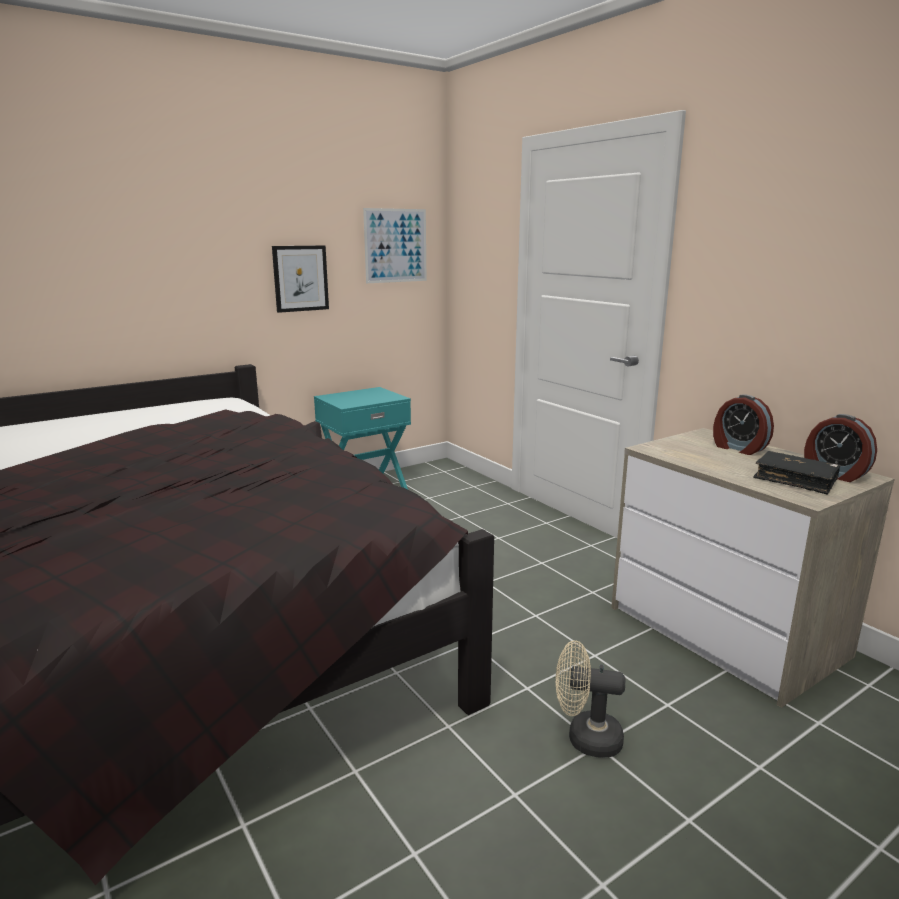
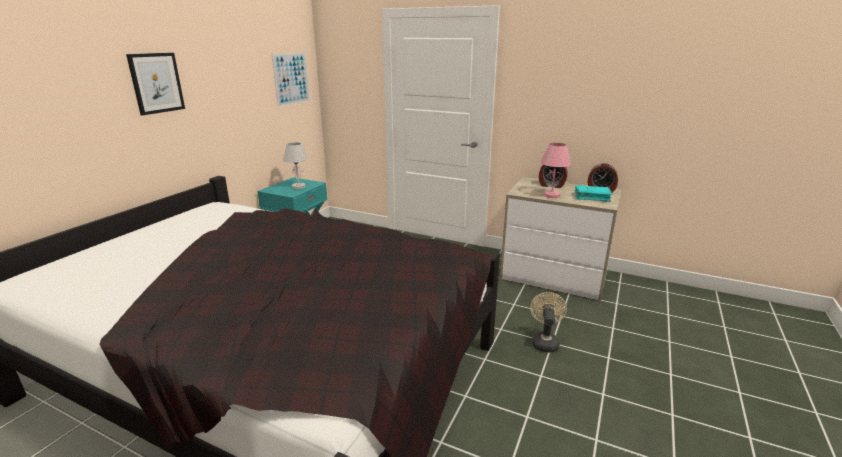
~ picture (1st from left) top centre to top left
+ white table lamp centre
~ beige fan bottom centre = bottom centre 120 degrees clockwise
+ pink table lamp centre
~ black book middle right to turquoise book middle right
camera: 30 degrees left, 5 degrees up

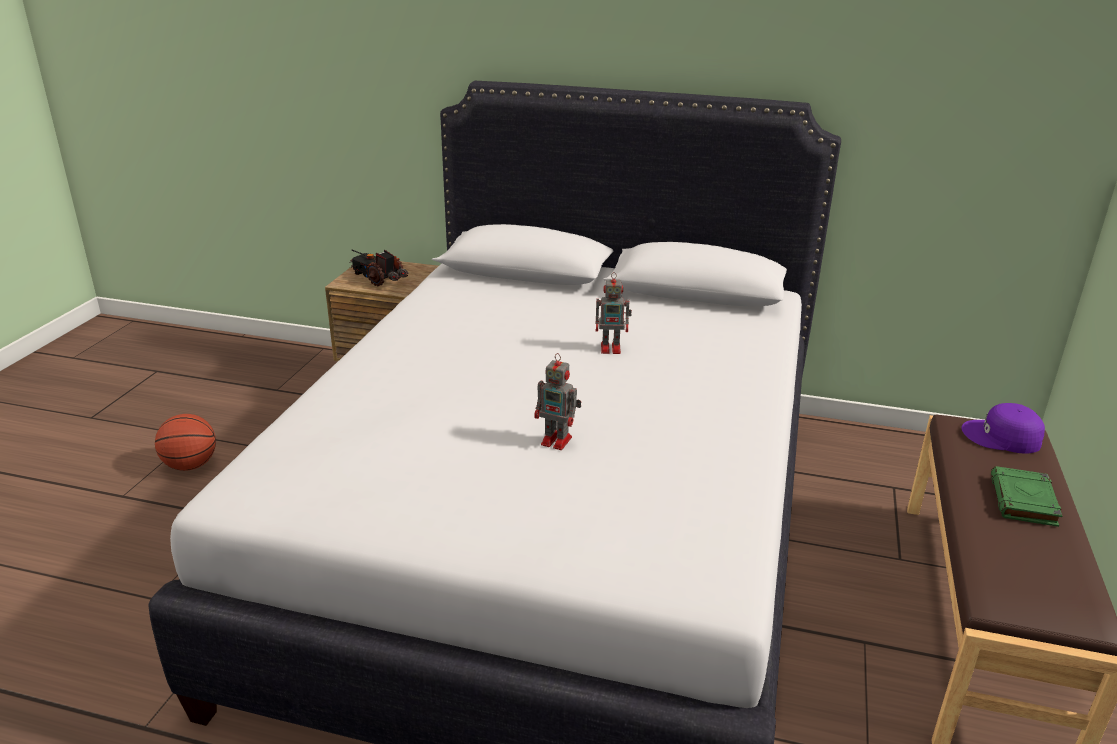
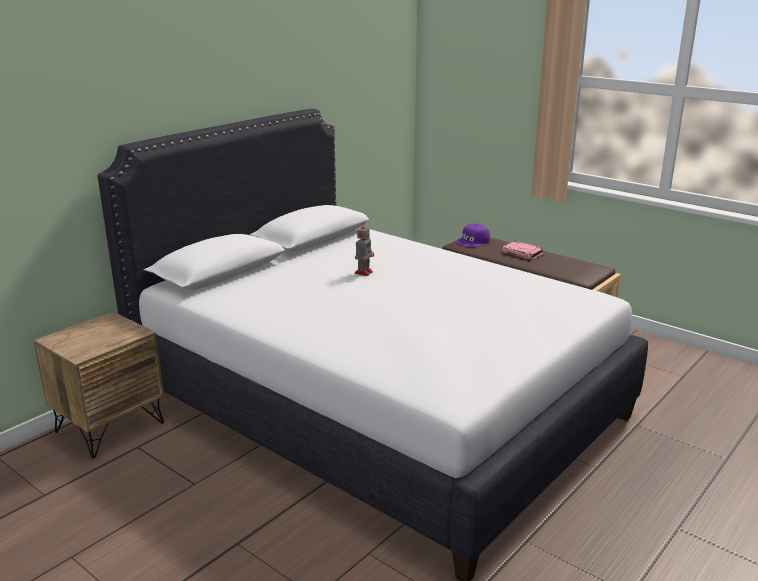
~ green book bottom right to pink book middle right
- basketball middle left
- toy truck centre
- toy robot (1st from left) centre
camera: 65 degrees left, 5 degrees down

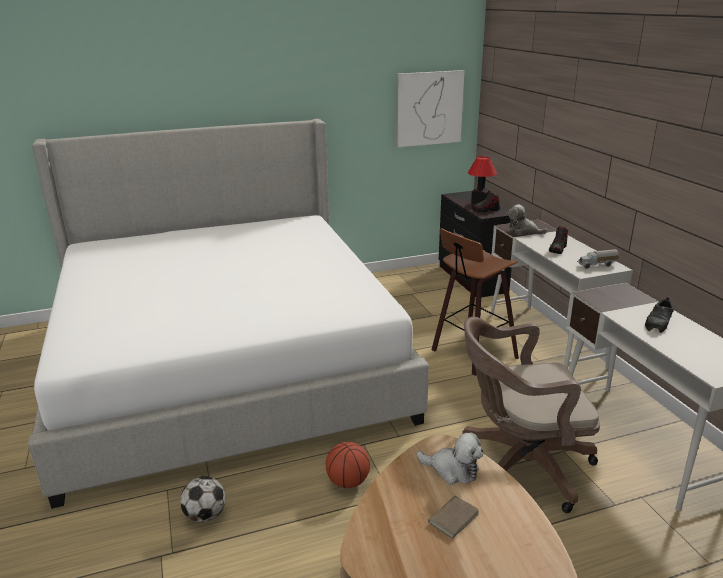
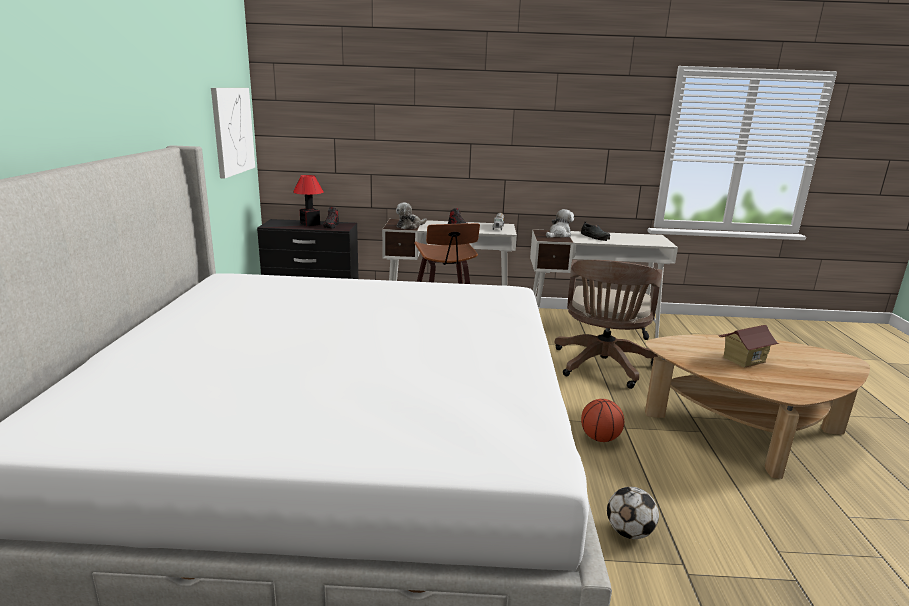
~ plush toy (1st from left in the first image) bottom centre to plush toy (2nd from left) centre
~ brown book bottom centre to toy house middle right
camera: 70 degrees left, 5 degrees down

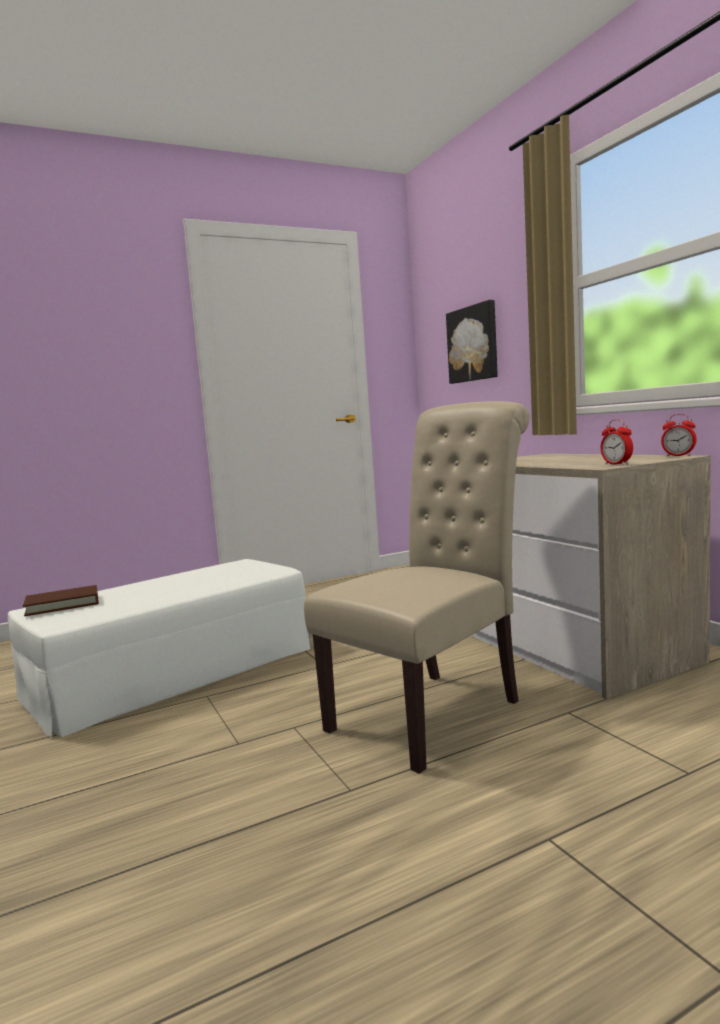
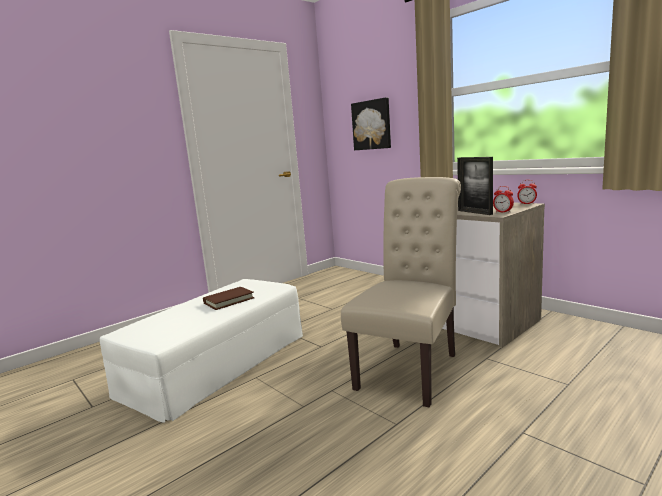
~ brown book middle left to centre
+ picture frame middle right
camera: 15 degrees left, 5 degrees up

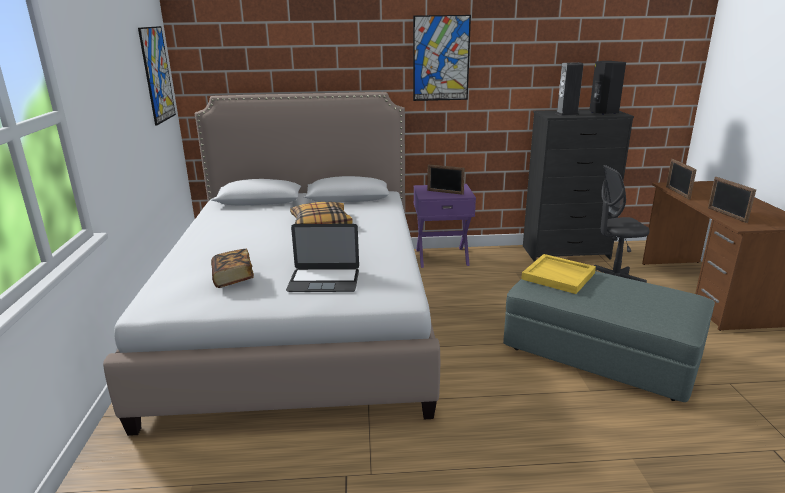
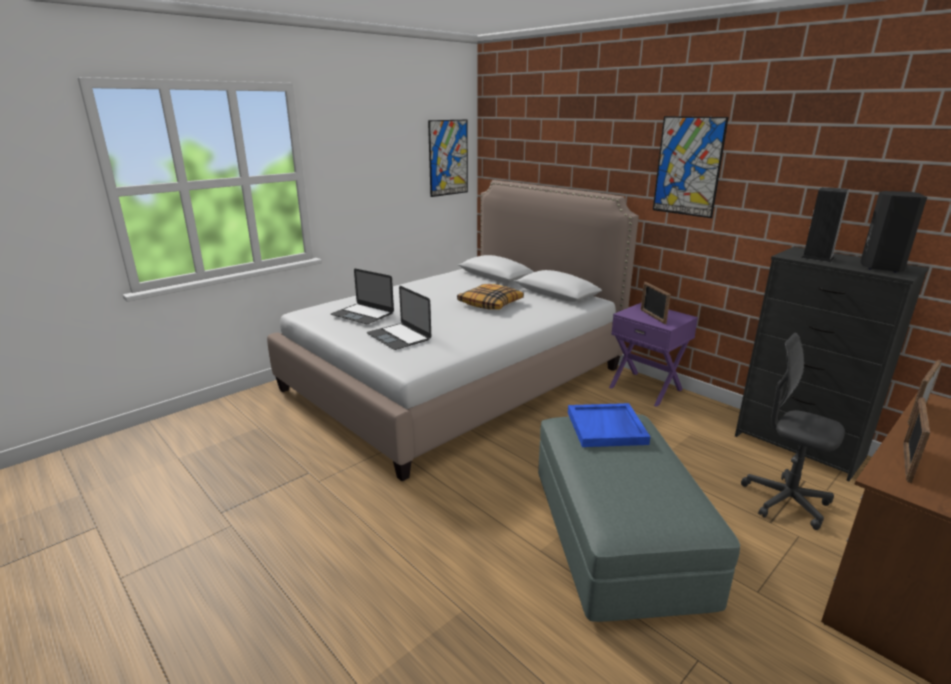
~ book middle left to laptop (1st from left) centre
~ yellow tray middle right to blue tray centre
camera: 50 degrees right, 0 degrees up

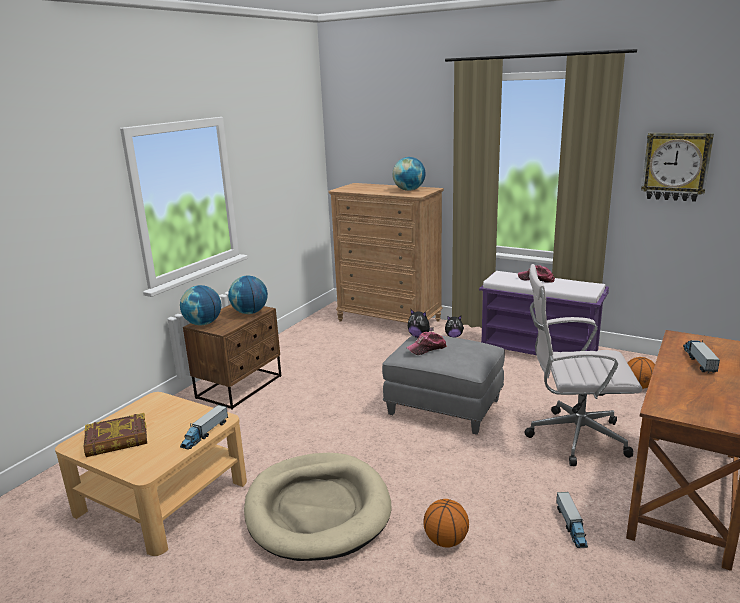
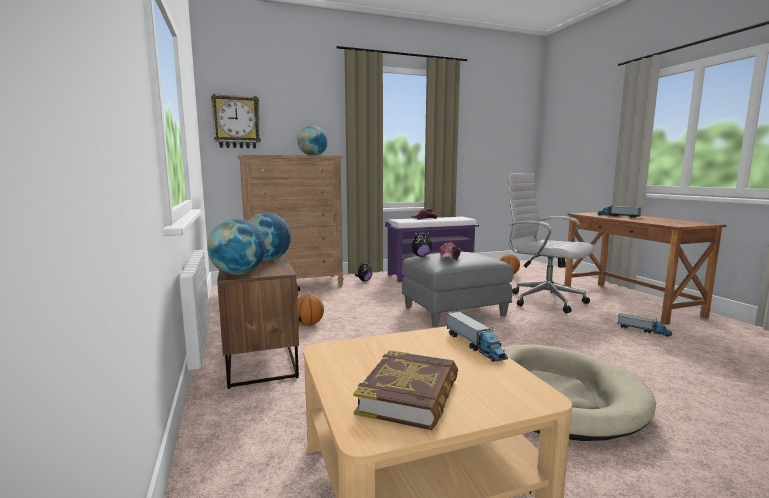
~ wall clock top right to top left
~ basketball (1st from left) bottom centre to centre
~ white office chair middle right = middle right 90 degrees clockwise
camera: 50 degrees left, 10 degrees down

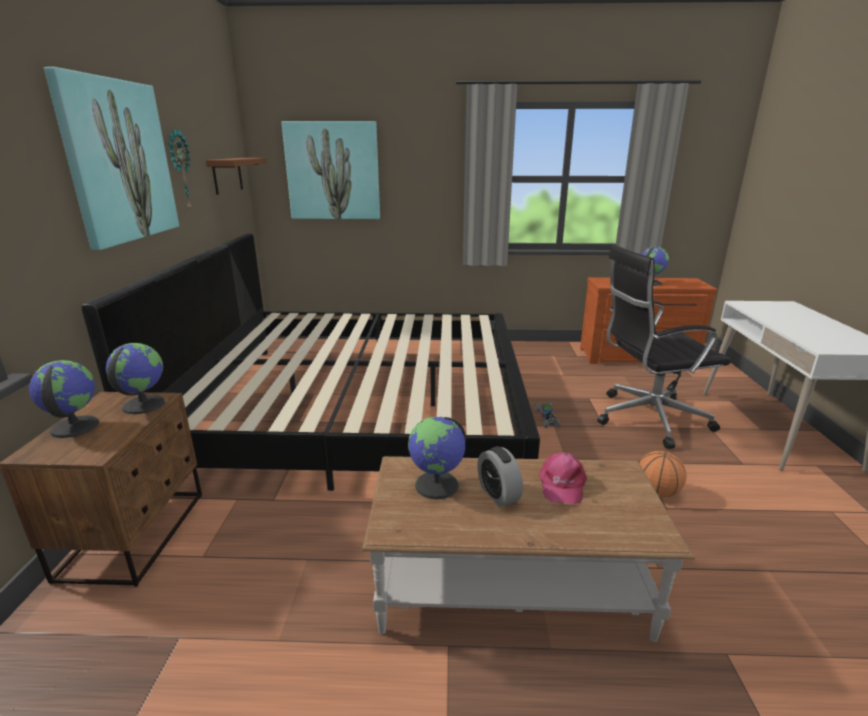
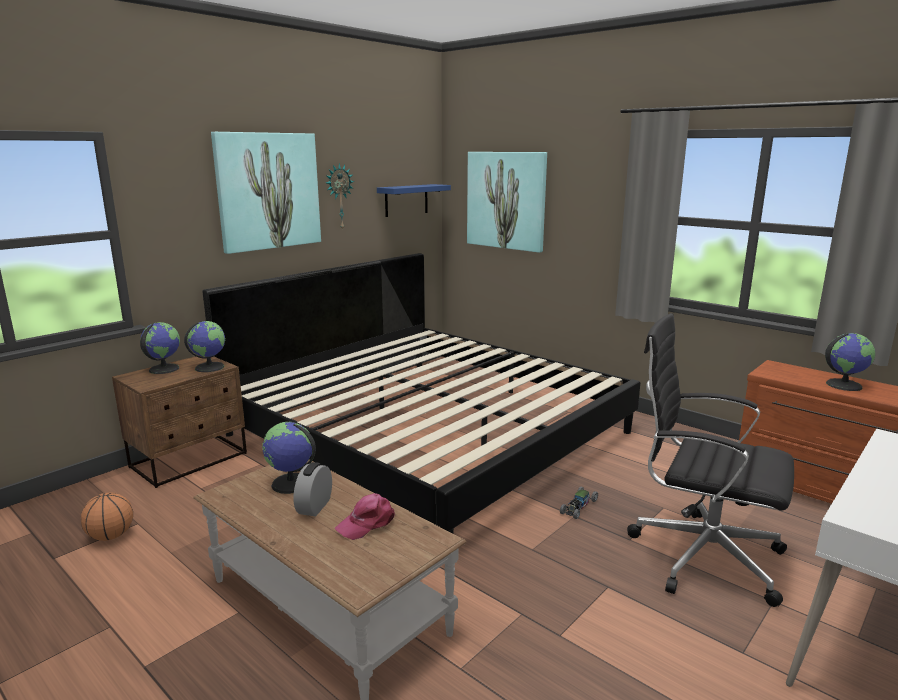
~ basketball middle right to bottom left
~ brown shelf top left to blue shelf top centre
camera: 40 degrees right, 5 degrees down

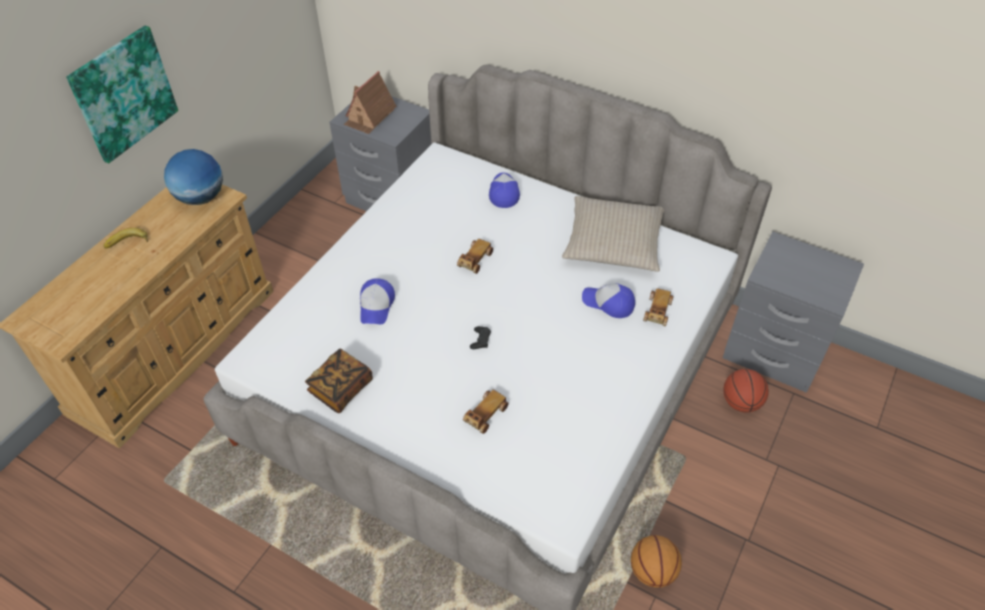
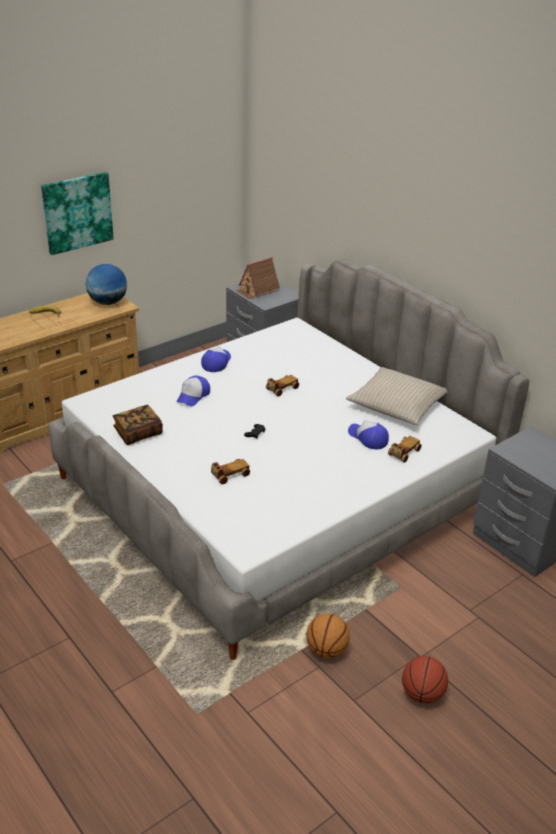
~ cap (2nd from left) top centre to centre
~ basketball (2nd from left) middle right to bottom right
camera: 20 degrees right, 15 degrees down

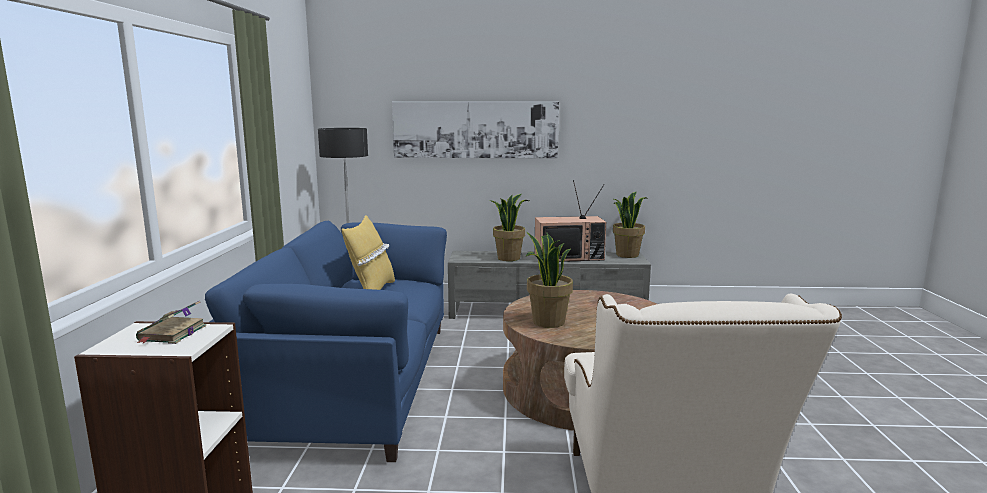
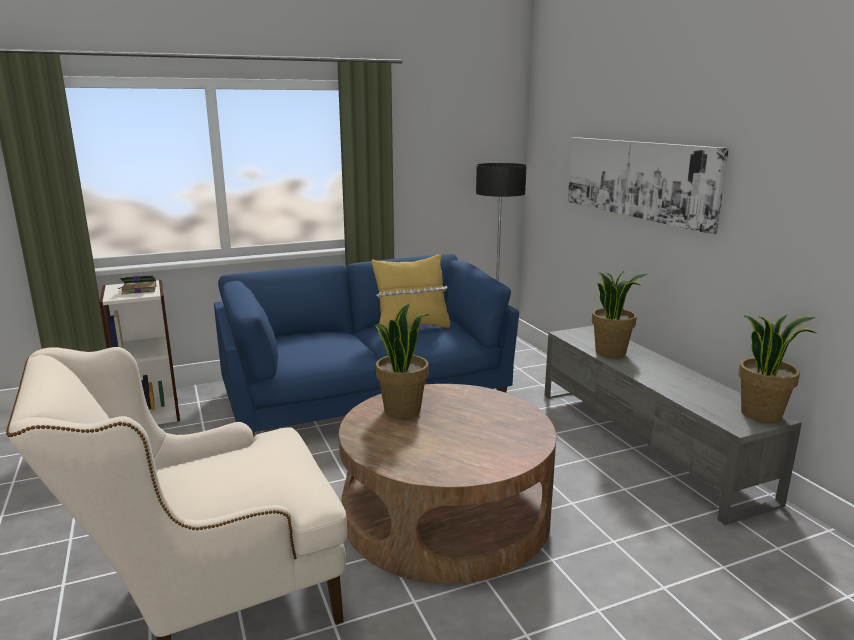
- television centre
camera: 65 degrees right, 5 degrees up

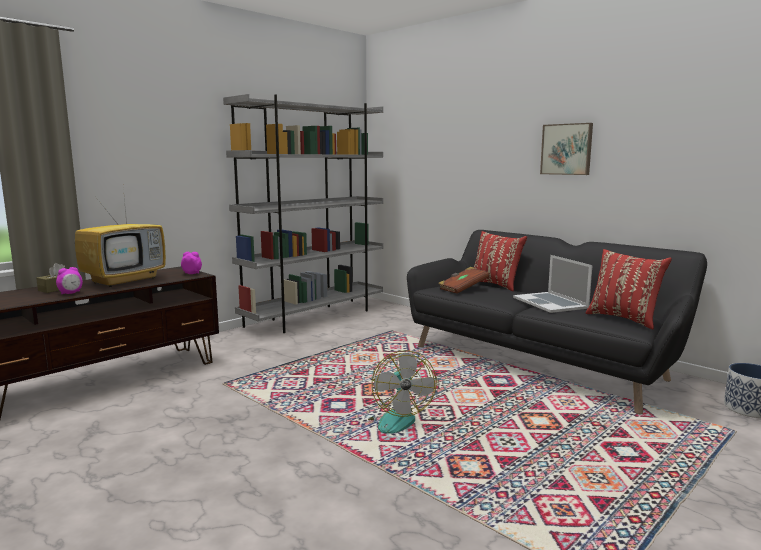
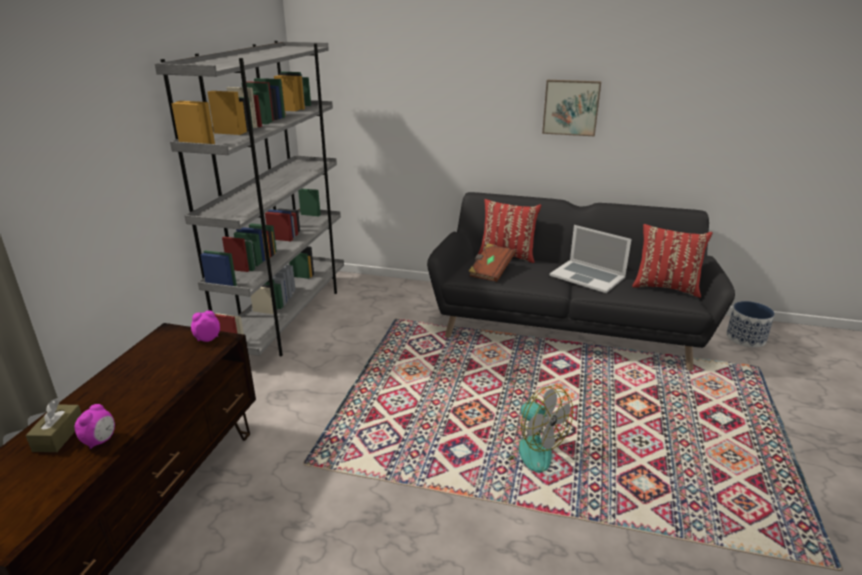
- television middle left
camera: 30 degrees left, 15 degrees up

